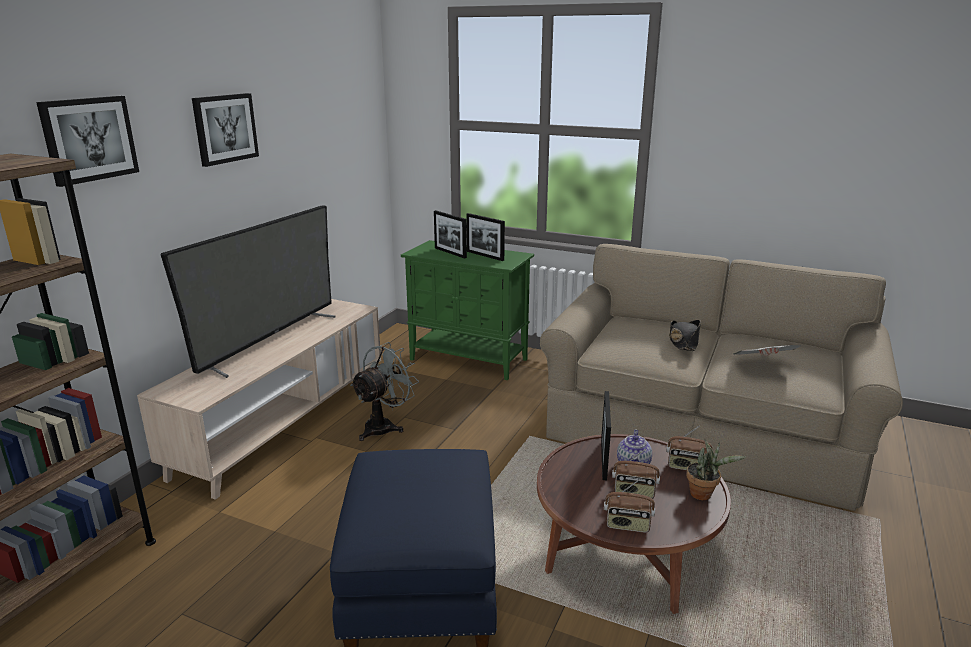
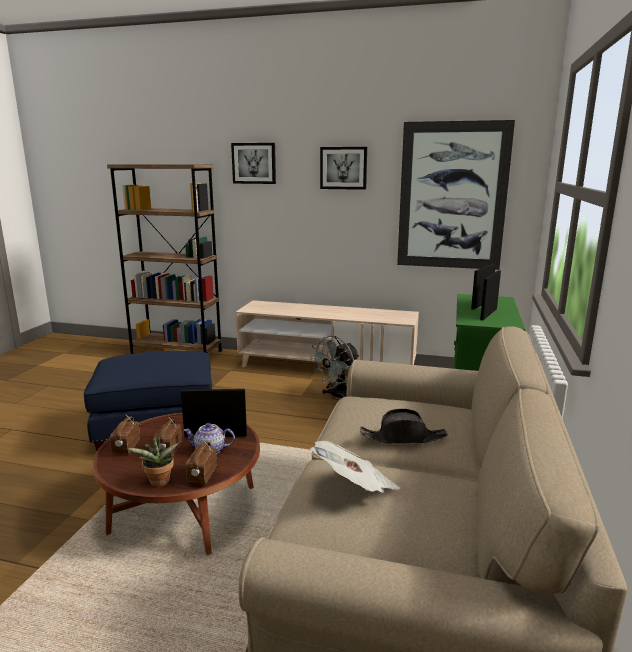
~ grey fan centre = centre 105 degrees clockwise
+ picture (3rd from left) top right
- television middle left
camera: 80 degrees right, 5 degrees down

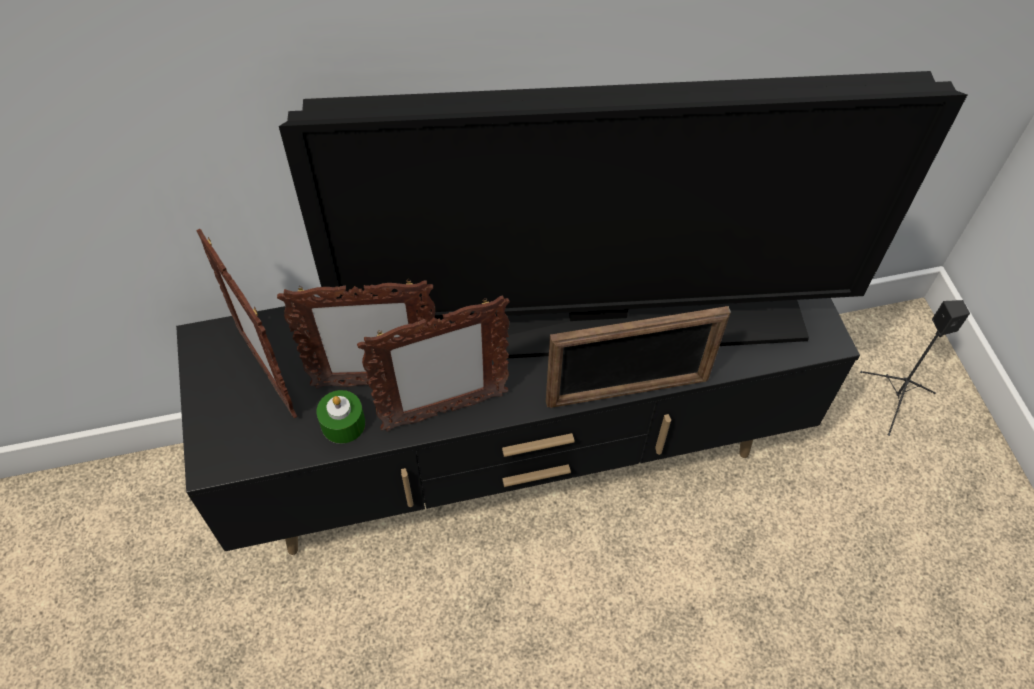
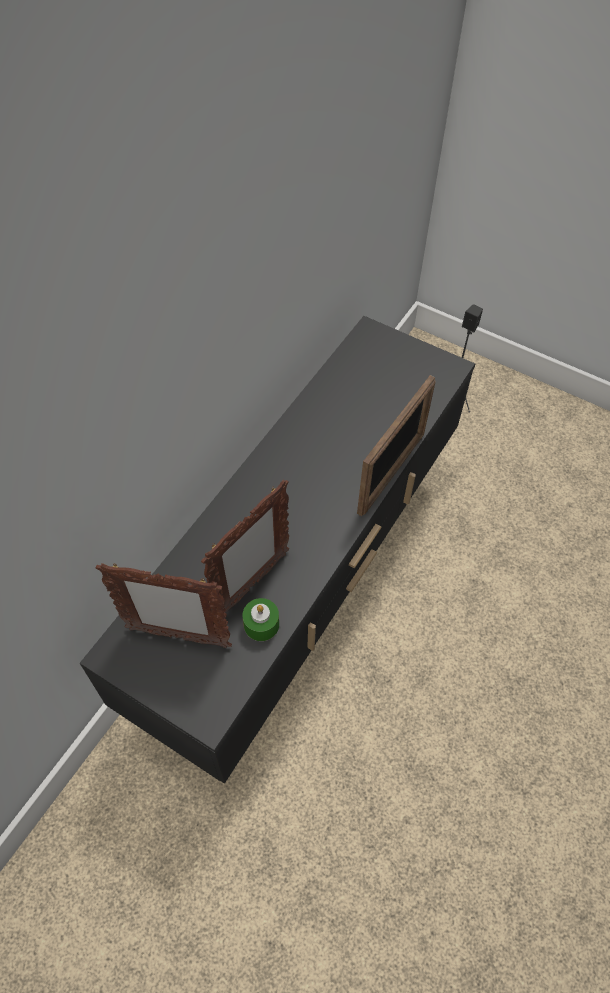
- television top centre
- picture frame (3rd from left) centre
camera: 45 degrees left, 0 degrees up

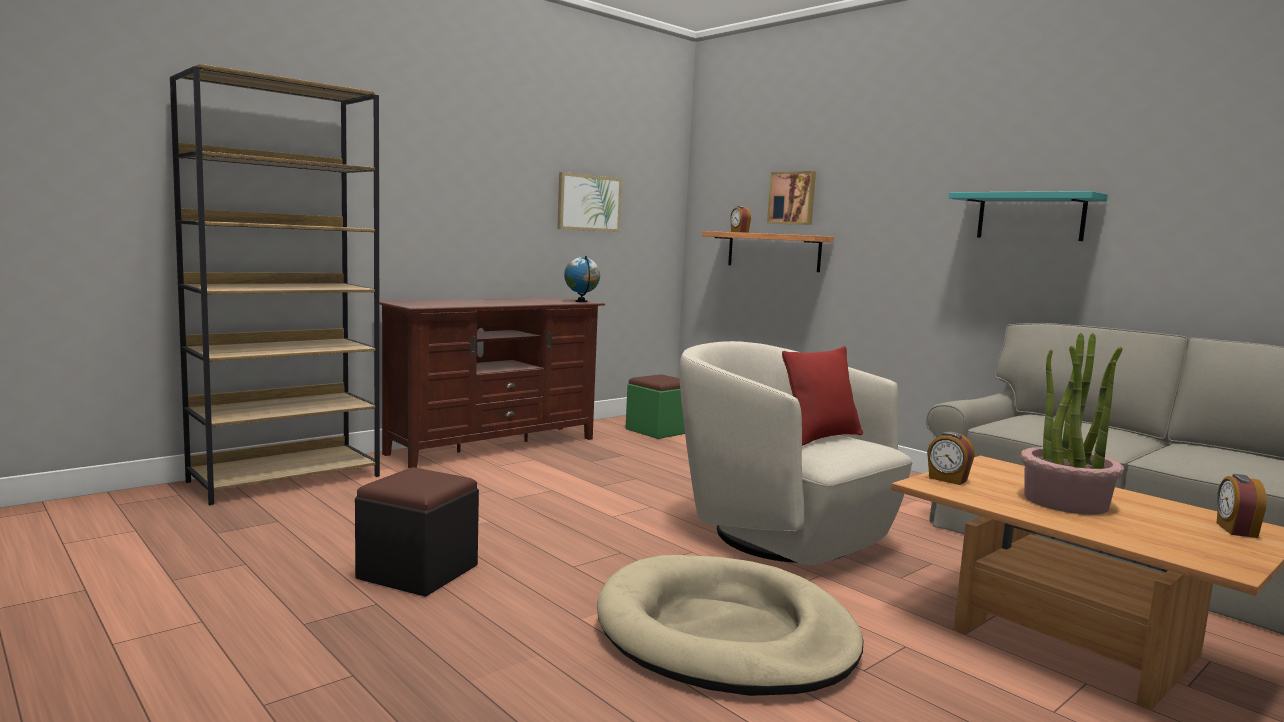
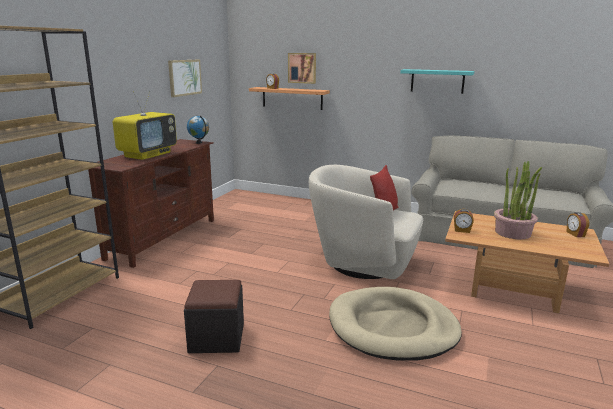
+ television top left
- green ottoman centre
camera: 25 degrees left, 10 degrees up

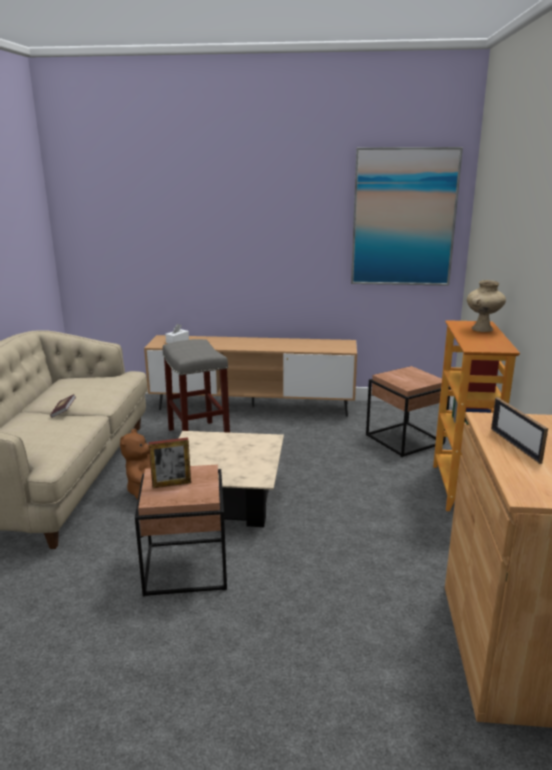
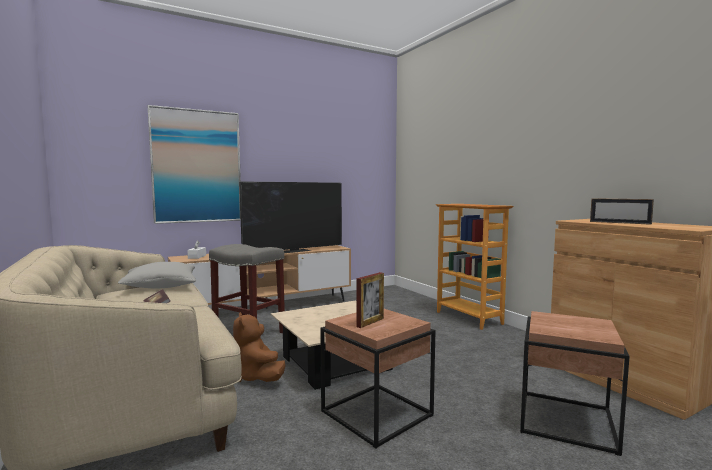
+ grey pillow middle left
~ picture top right to middle left
+ television centre
~ brown side table (2nd from left) middle right to bottom right
- beige vase middle right
camera: 35 degrees left, 15 degrees down

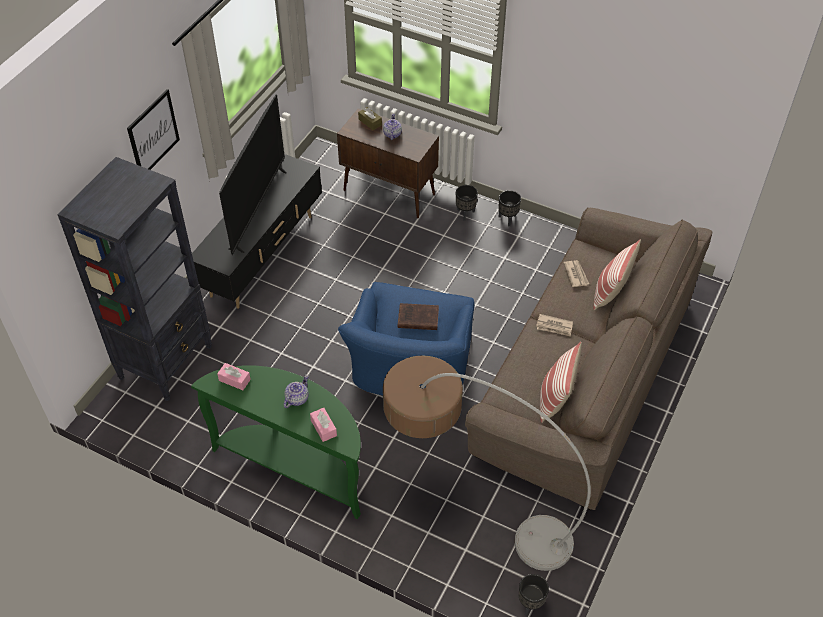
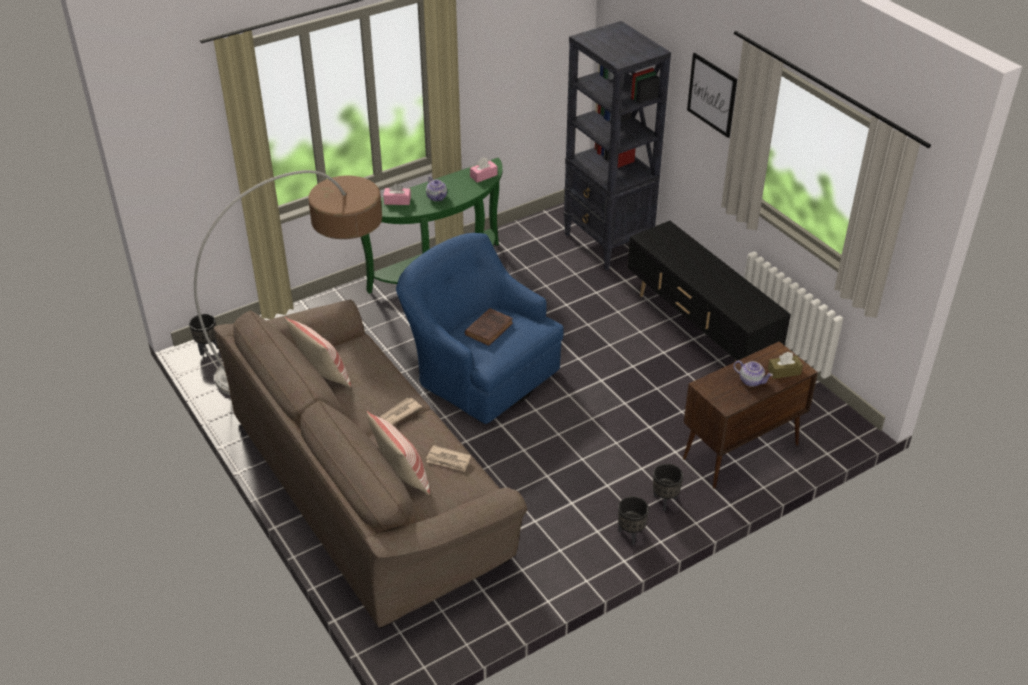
- television top left
camera: 120 degrees right, 10 degrees down

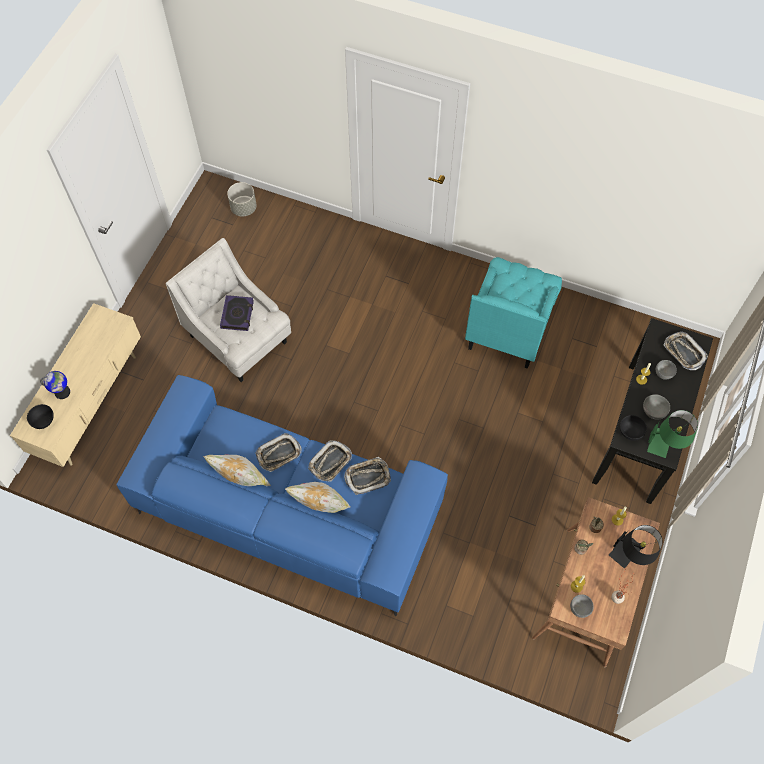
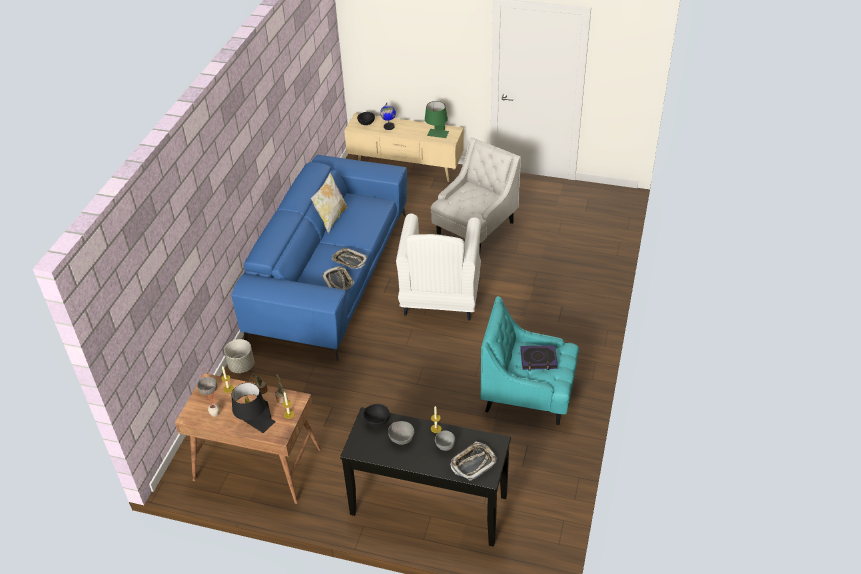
~ grey planter top left to middle left
+ white armchair (1st from left) centre
~ green table lamp middle right to top centre
~ book middle left to centre
- tray (1st from left) centre
- pillow (2nd from left) centre
camera: 85 degrees right, 20 degrees down

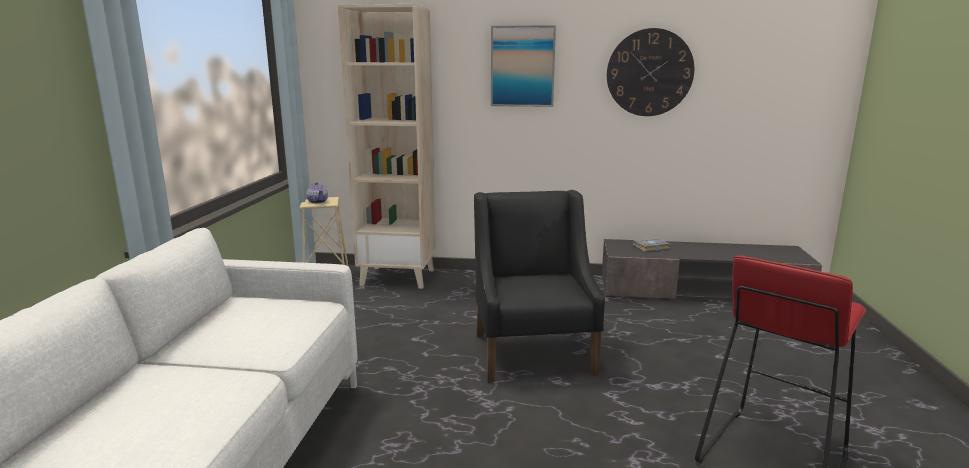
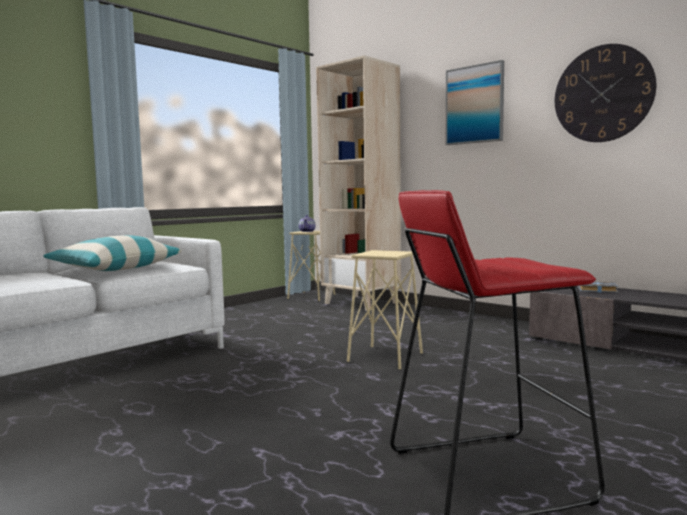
+ pillow middle left
~ black armchair centre to beige stool (2nd from left) centre
camera: 35 degrees right, 10 degrees down

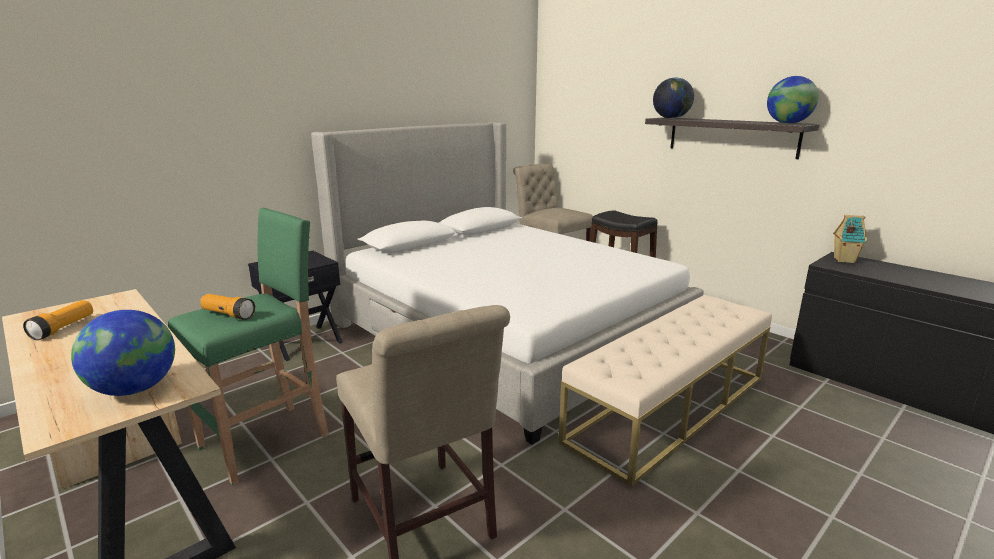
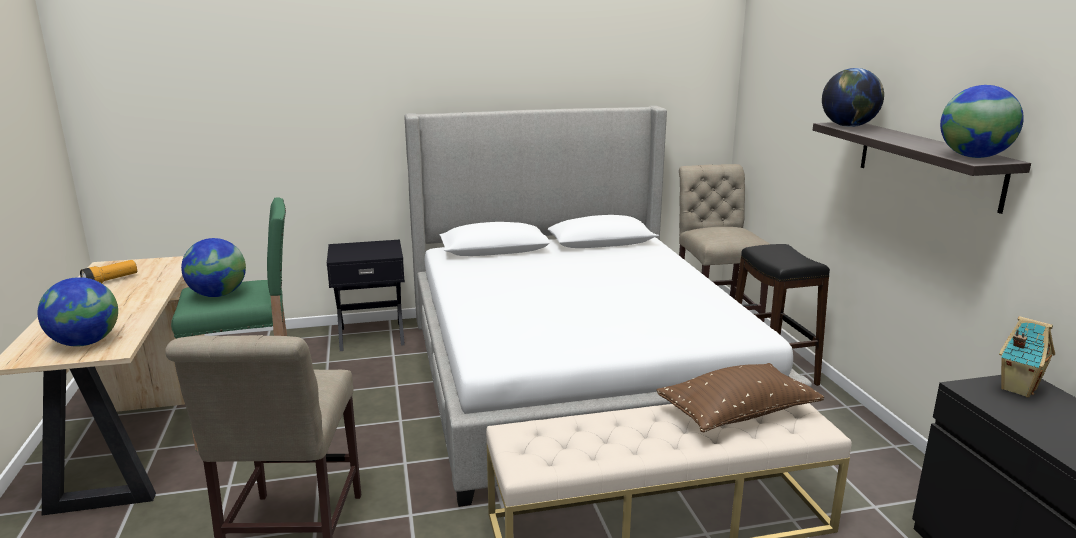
~ flashlight (2nd from left) middle left to globe (2nd from left) middle left
+ brown pillow bottom right
camera: 30 degrees right, 0 degrees up

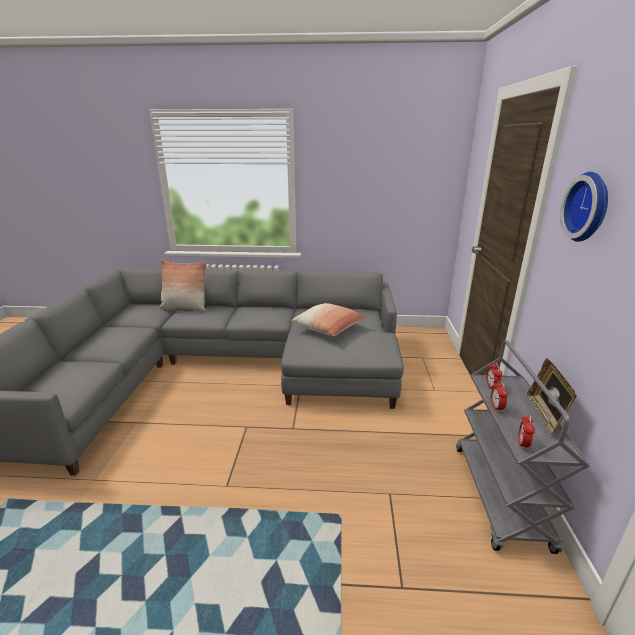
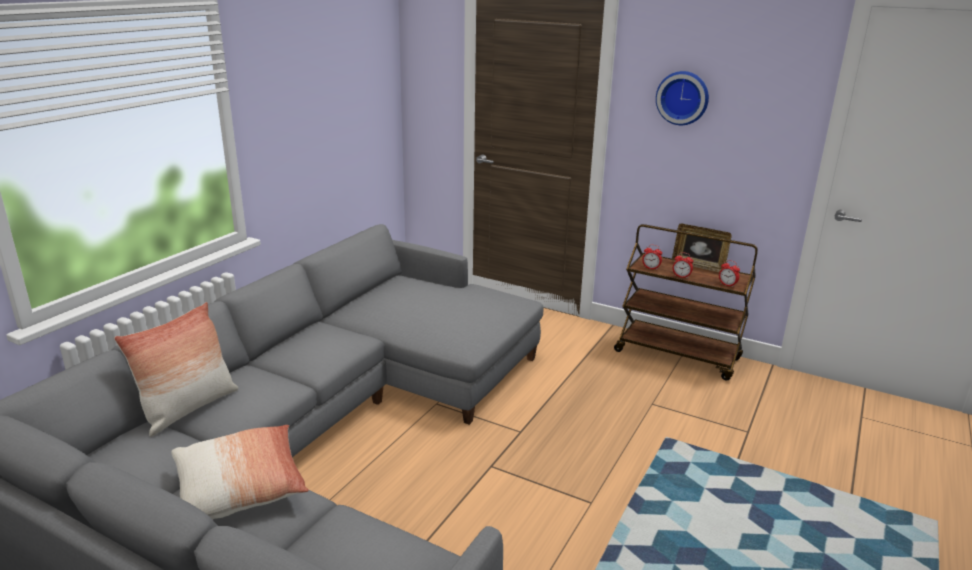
~ pillow (2nd from left) centre to bottom left
~ grey cart bottom right to brown cart middle right
camera: 65 degrees left, 0 degrees up

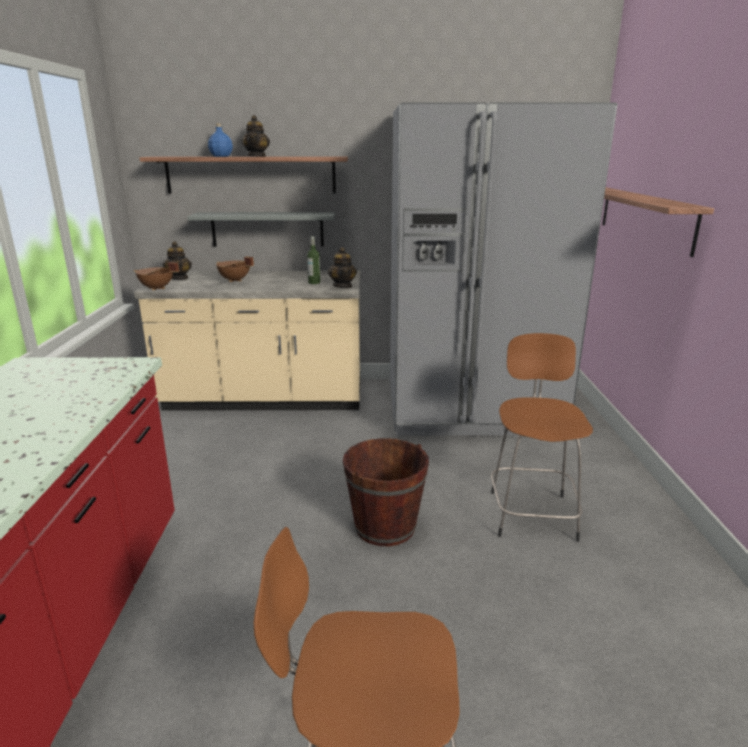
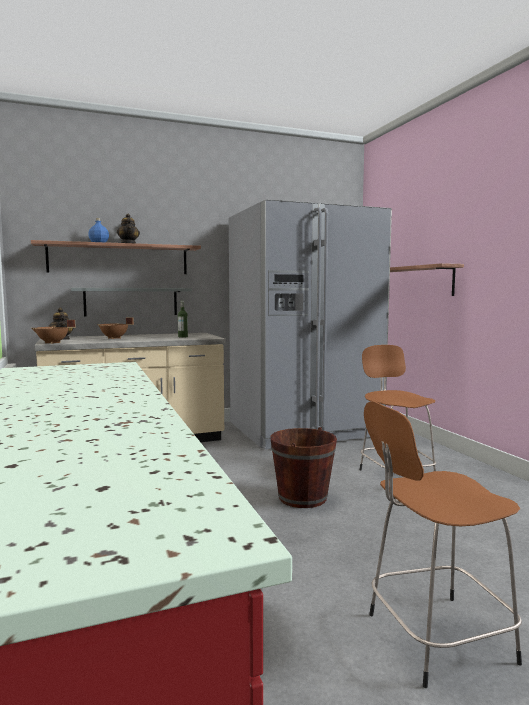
- teapot (3rd from left) centre
camera: 20 degrees left, 15 degrees down

